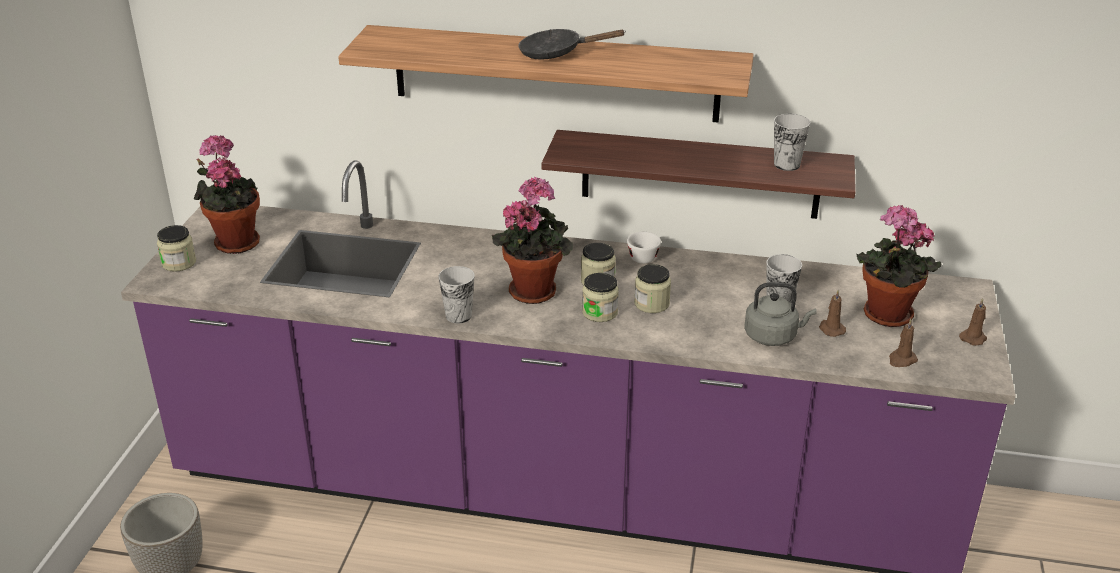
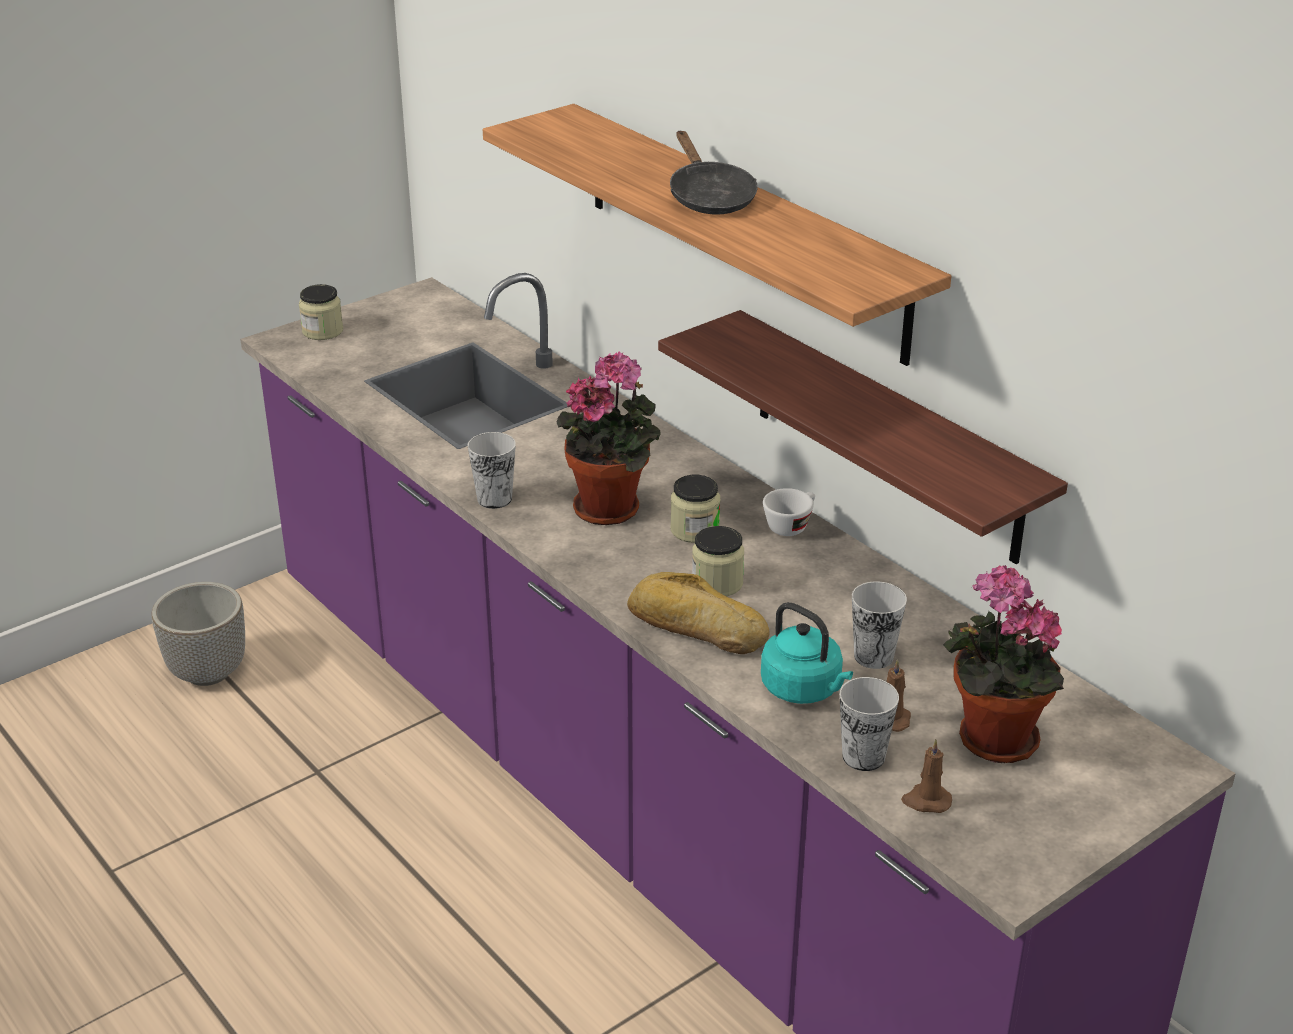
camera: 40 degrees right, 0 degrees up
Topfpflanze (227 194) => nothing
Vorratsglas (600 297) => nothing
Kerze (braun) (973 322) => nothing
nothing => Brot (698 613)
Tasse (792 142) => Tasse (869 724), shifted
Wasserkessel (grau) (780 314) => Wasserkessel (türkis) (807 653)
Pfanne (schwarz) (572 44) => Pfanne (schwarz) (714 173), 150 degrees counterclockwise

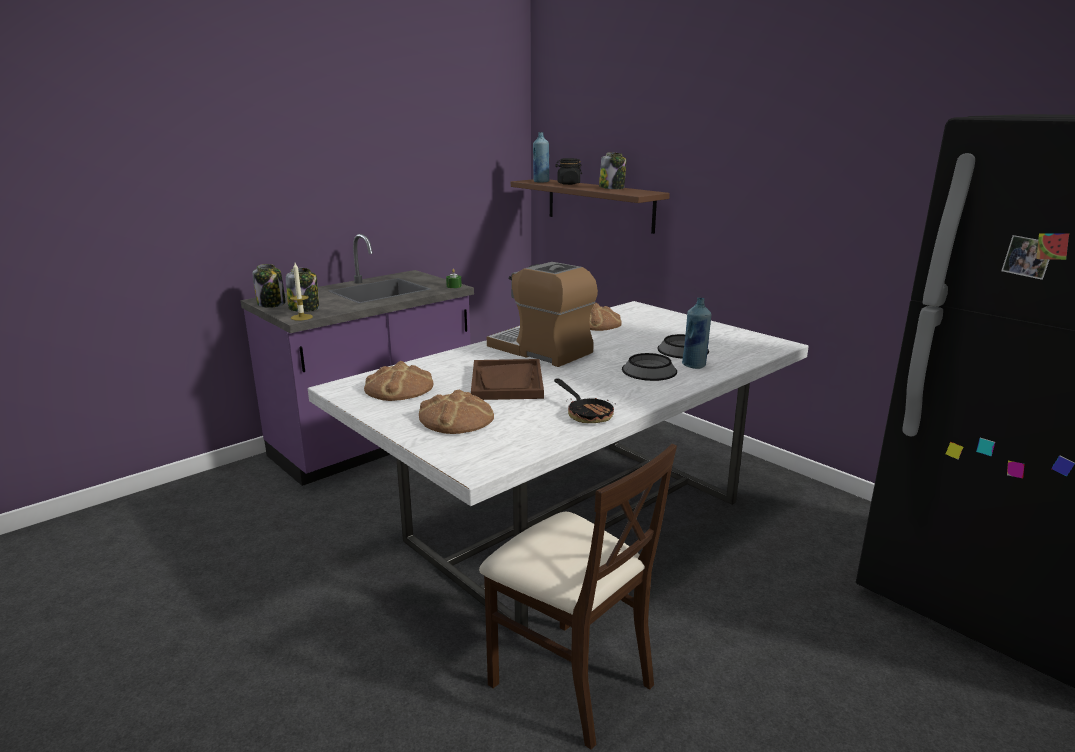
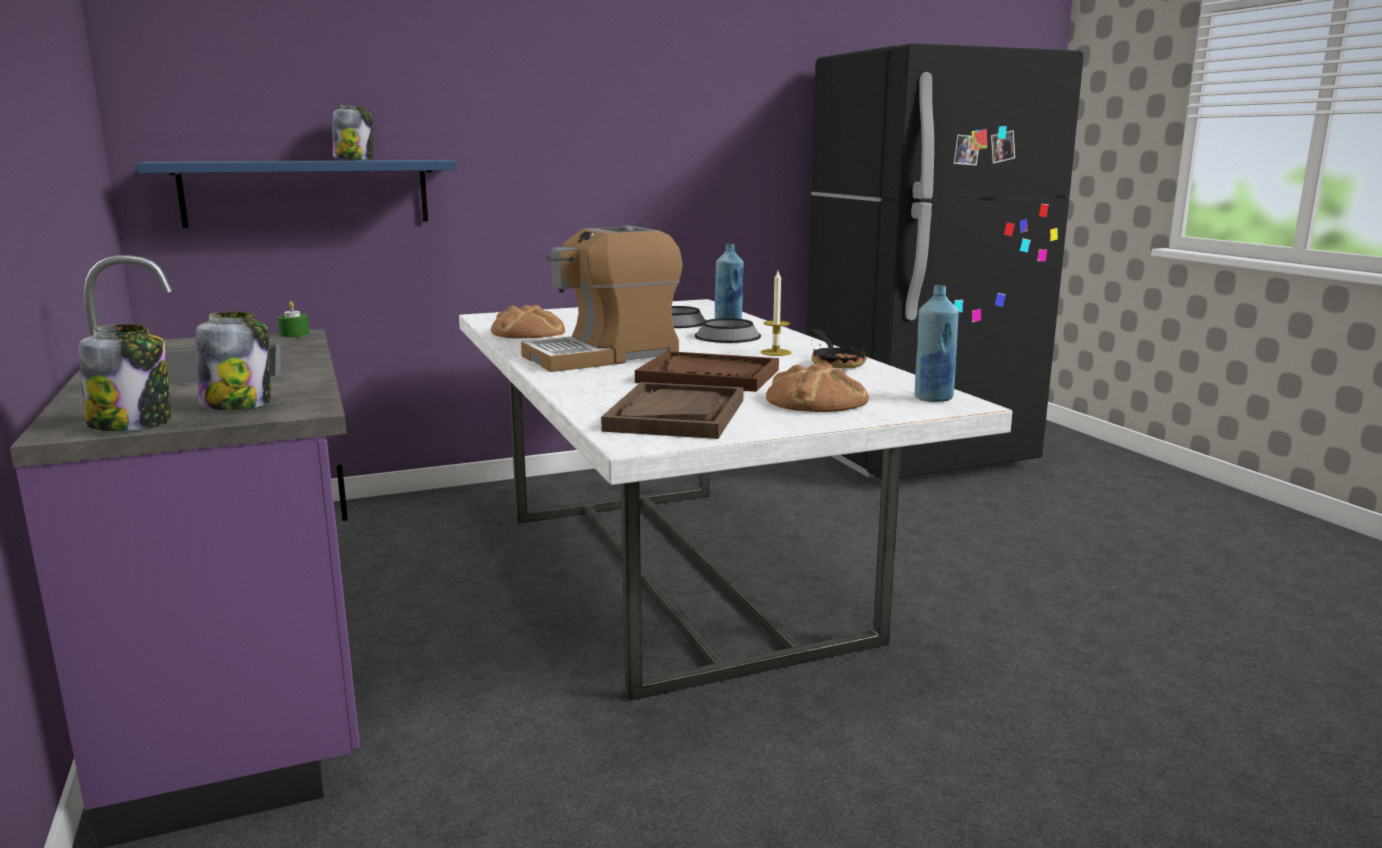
camera: 70 degrees left, 5 degrees down
Stuhl (beige) (578 597) => nothing
Vorratsglas (schwarz) (568 171) => nothing
Kerze (301 292) => Kerze (776 313), shifted
Flasche (blau) (541 157) => Flasche (blau) (937 343), shifted
Brot (398 381) => Tablett (braun) (672 410)
Wandregal (braun) (590 206) => Wandregal (blau) (297 194)
Pfanne (585 401) => Pfanne (840 348), 90 degrees clockwise

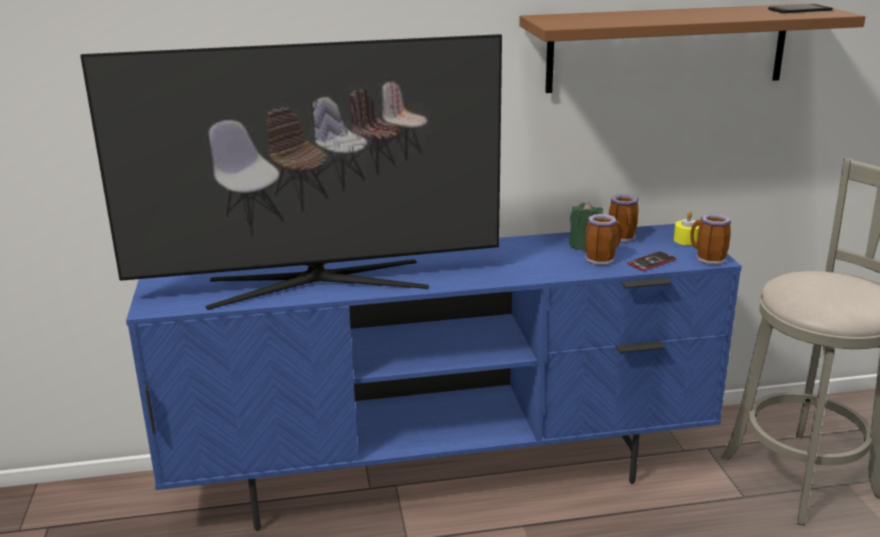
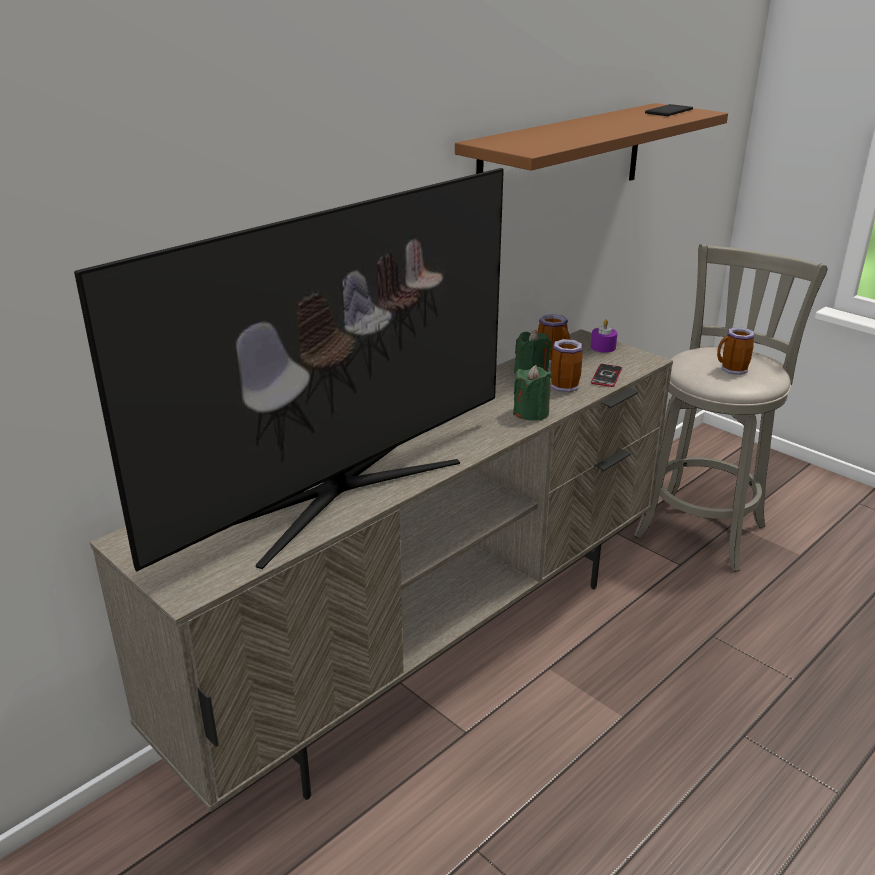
camera: 35 degrees left, 5 degrees up
nothing => Kerze (grün) (532 393)
Henkelbecher (710 239) => Henkelbecher (735 351), shifted
Fernsehschrank (blau) (434 377) => Fernsehschrank (beige) (381 570)
Kerze (gelb) (686 228) => Kerze (lila) (604 336)

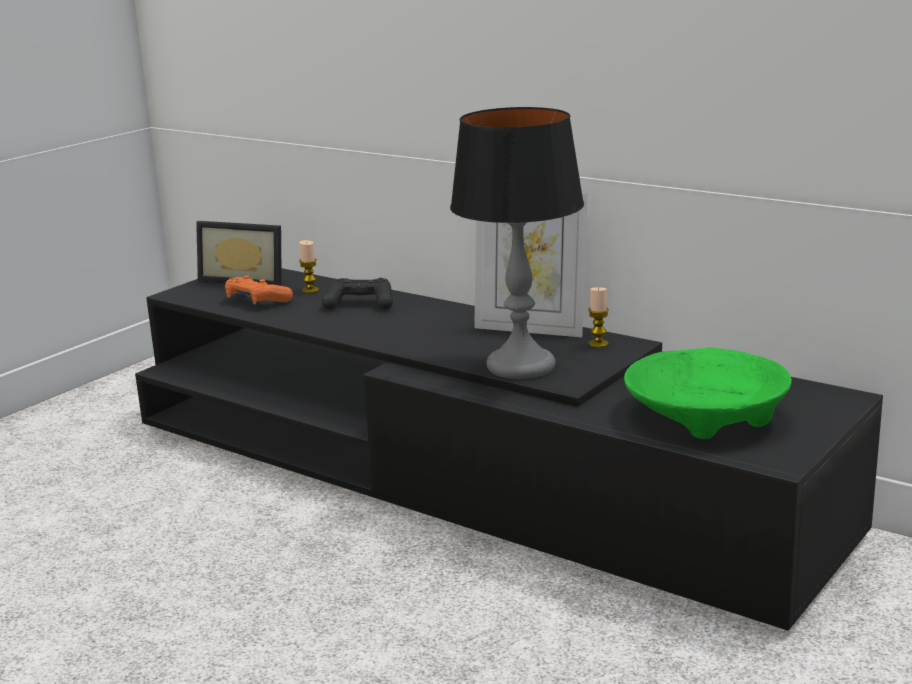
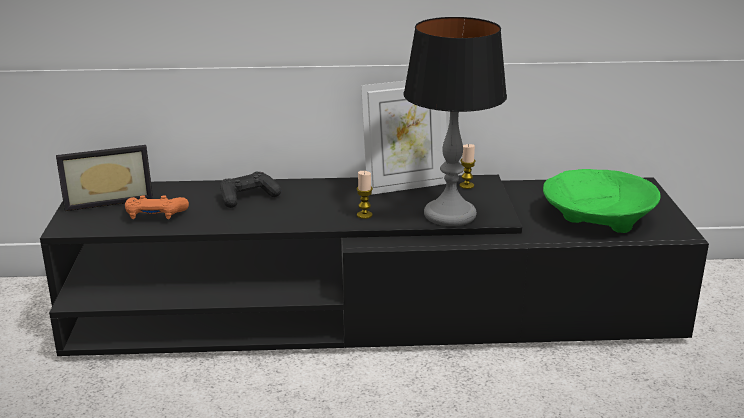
camera: 40 degrees left, 5 degrees up
Kerze (309 266) => Kerze (365 195), shifted

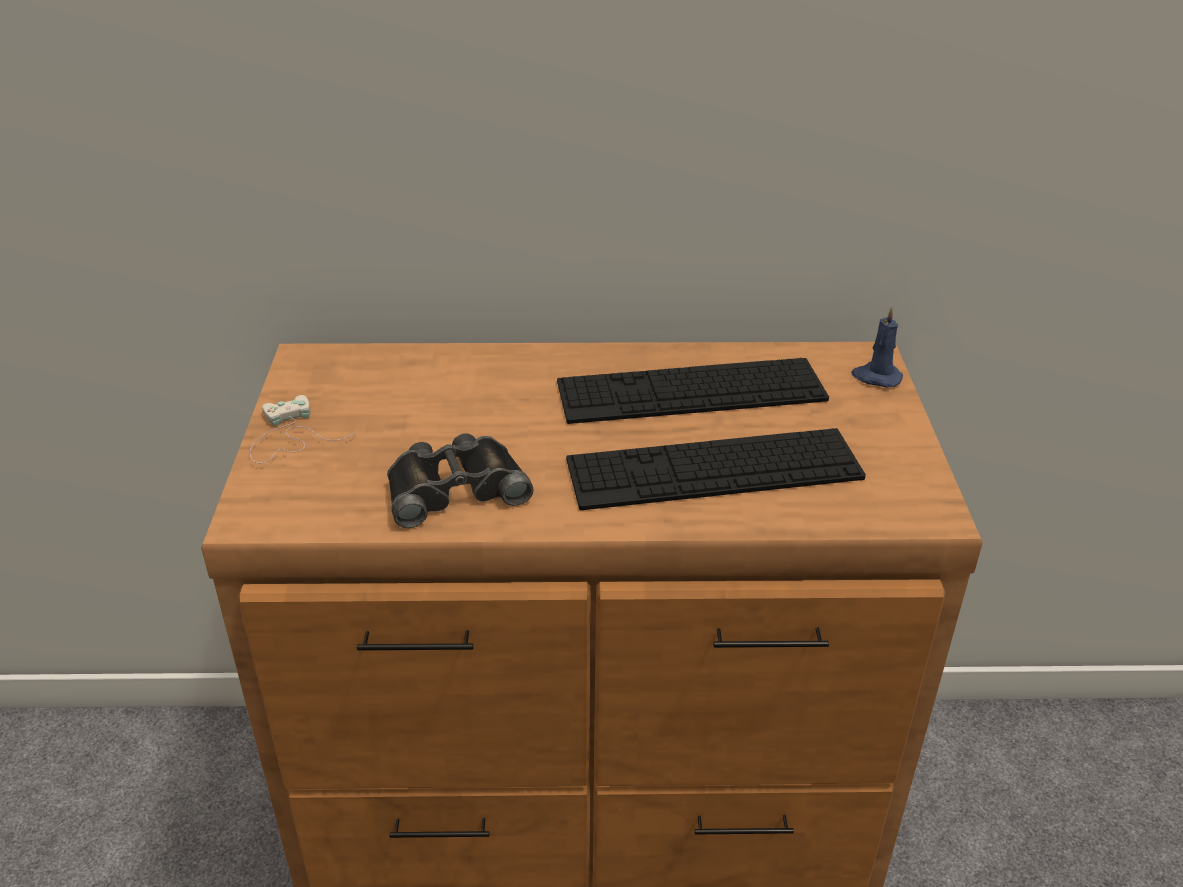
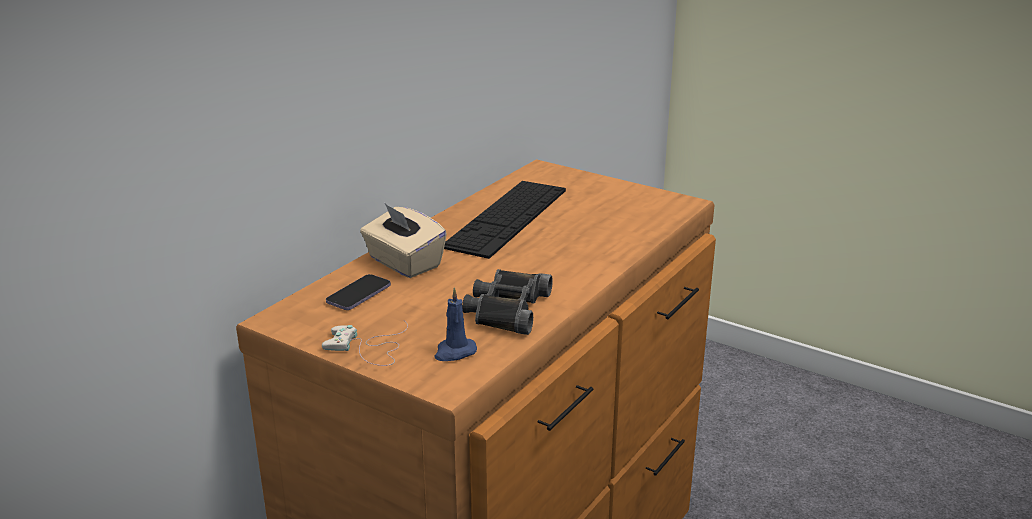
camera: 55 degrees left, 10 degrees down
Tastatur (716 469) => nothing
nothing => Handy (358 292)
nothing => Taschentuchbox (beige) (403 241)
Kerze (blau) (877 347) => Kerze (blau) (455 324), shifted

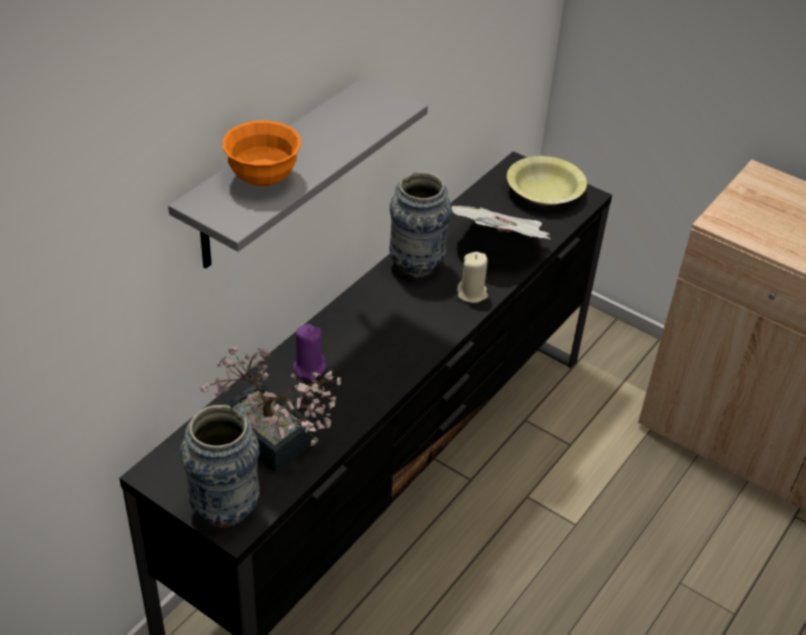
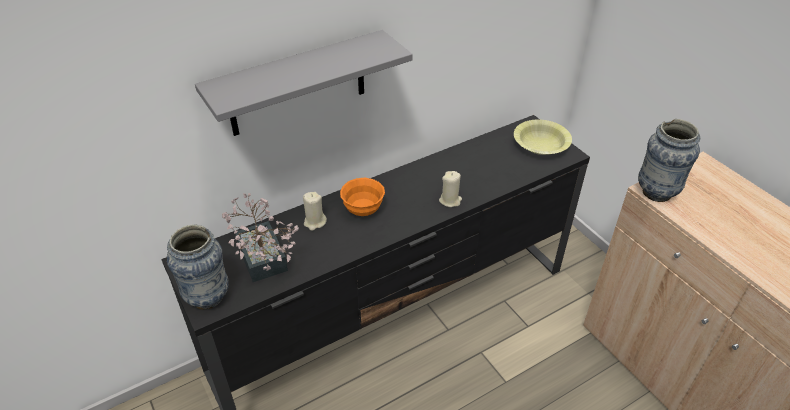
camera: 25 degrees right, 0 degrees up
Zeitung (501 222) => nothing
Schüssel (orange) (262 153) => Schüssel (orange) (362 197), shifted
Vase (420 225) => Vase (669 160), shifted
Kerze (lila) (309 352) => Kerze (beige) (315 211)

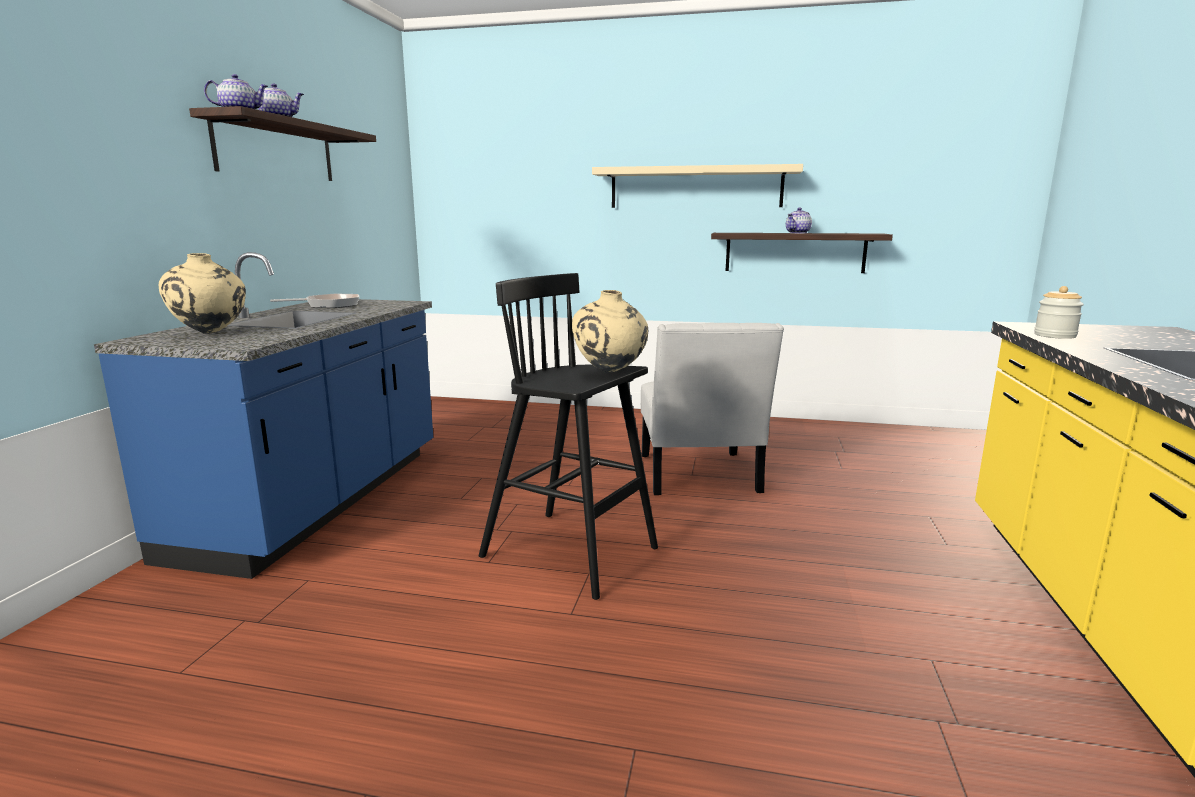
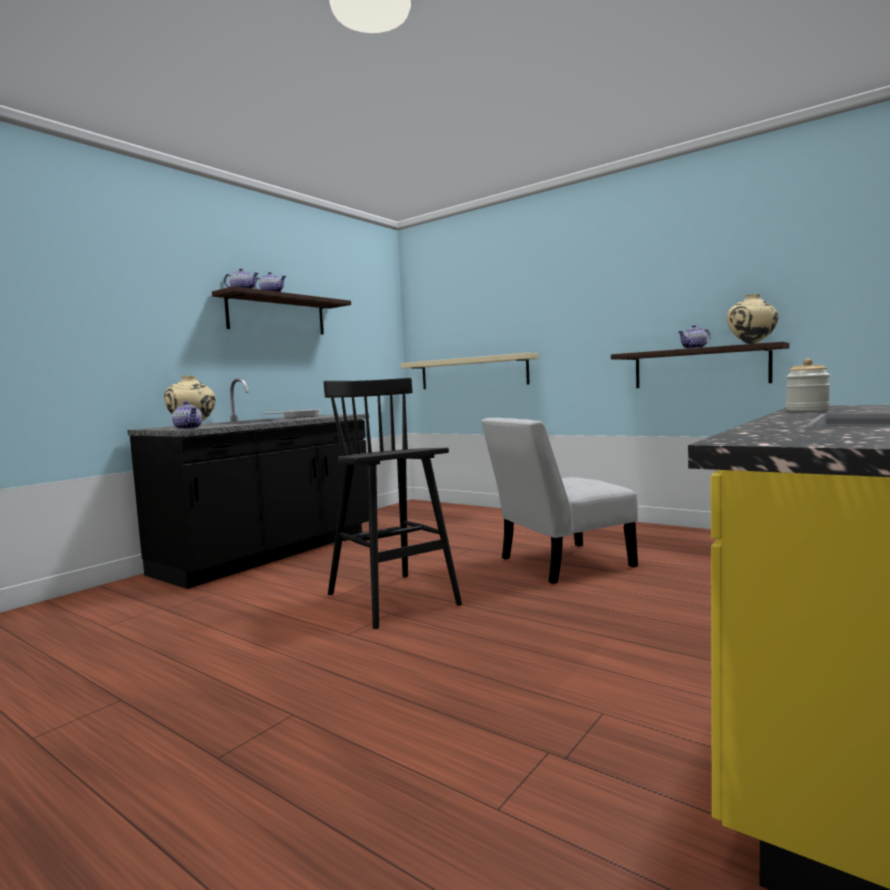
camera: 25 degrees right, 10 degrees down
nothing => Teekanne (187 415)
Vase (beige) (610 331) => Vase (beige) (752 319), shifted
Wandregal (beige) (697 186) => Wandregal (beige) (470 371), shifted
Küchenzeile (blau) (263 415) => Küchenzeile (schwarz) (248 483)
Stuhl (weiß) (712 409) => Stuhl (weiß) (559 501), 45 degrees clockwise

